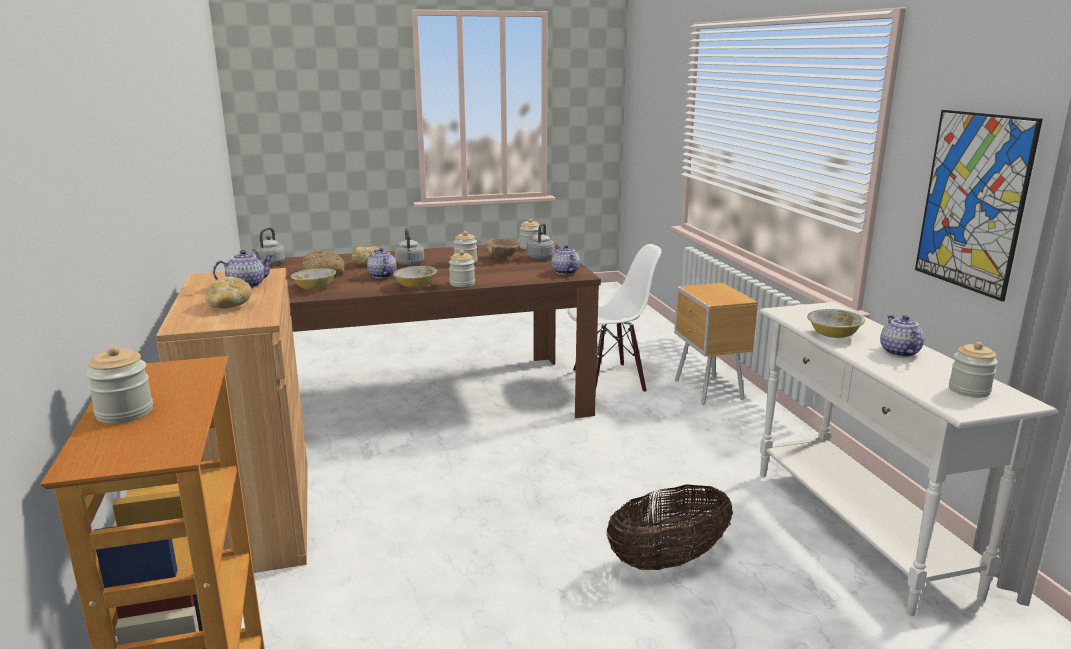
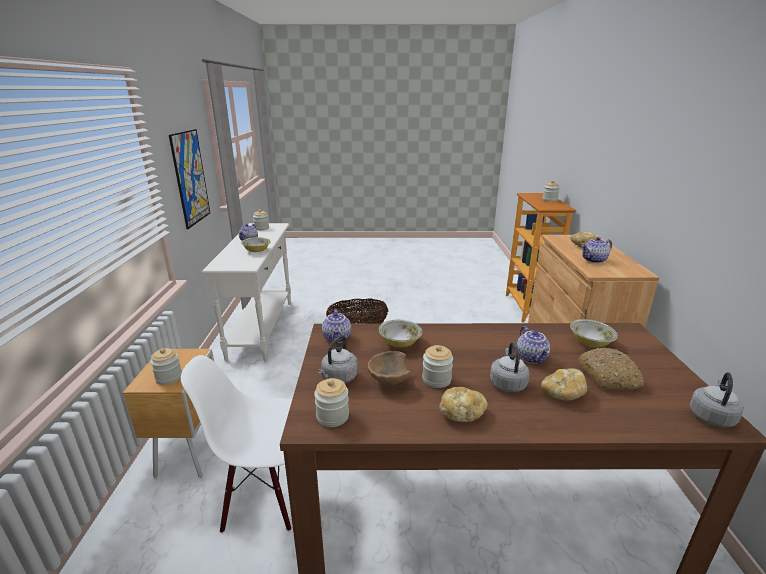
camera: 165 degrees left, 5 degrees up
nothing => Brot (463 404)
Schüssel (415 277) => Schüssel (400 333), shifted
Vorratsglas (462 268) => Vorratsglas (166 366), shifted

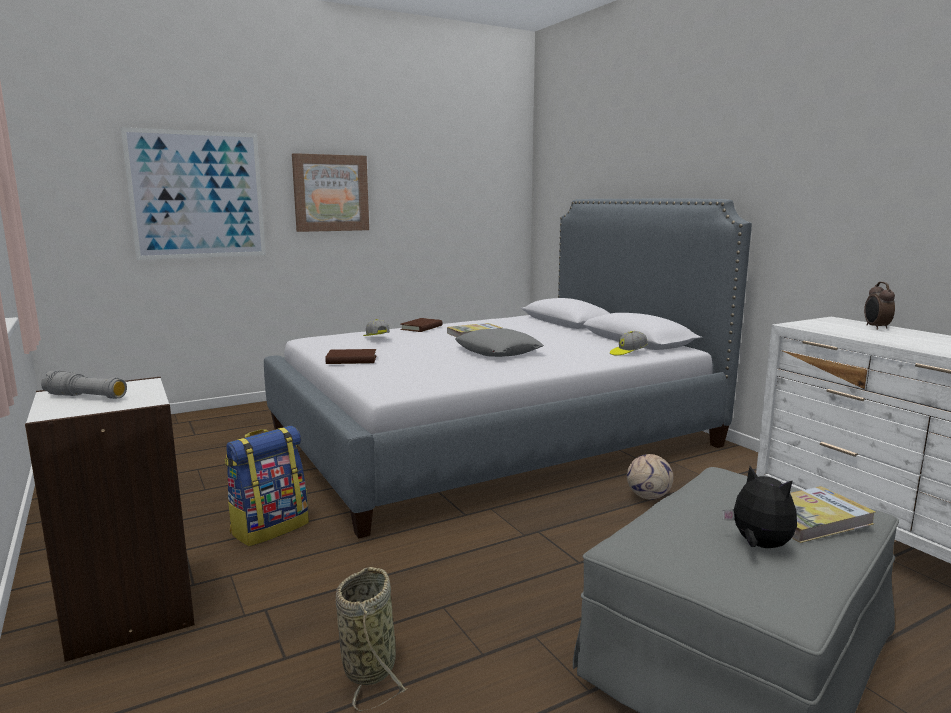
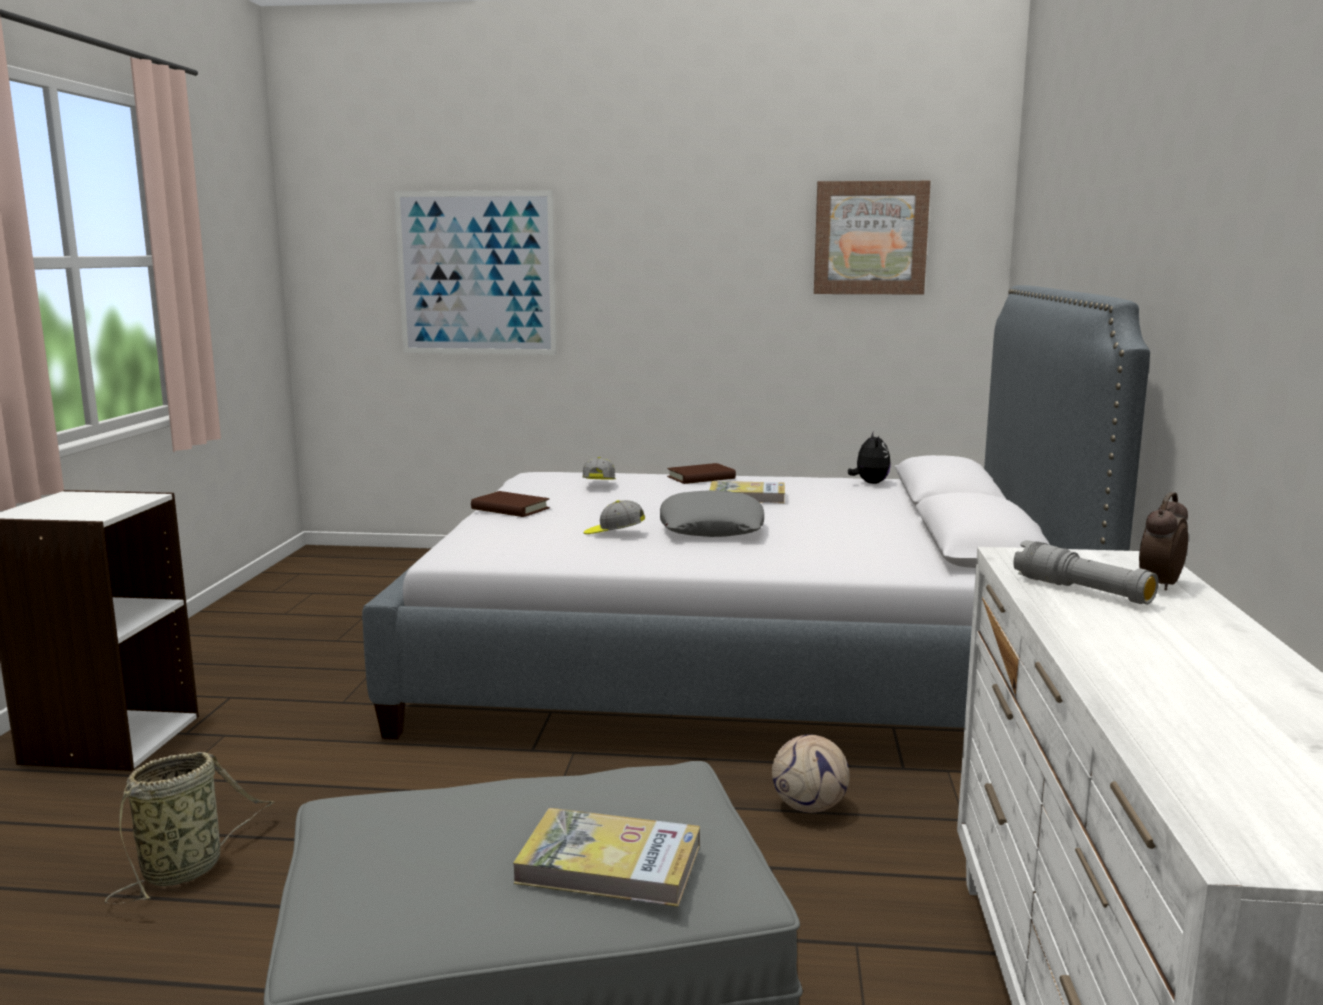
camera: 35 degrees right, 0 degrees up
Rucksack (267 486) => nothing
Taschenlampe (grau) (84 385) => Taschenlampe (grau) (1086 572), shifted
Bild (330 192) => Bild (872 238), shifted
Kappe (629 343) => Kappe (614 517), shifted
Plüschtier (759 507) => Plüschtier (869 458), shifted

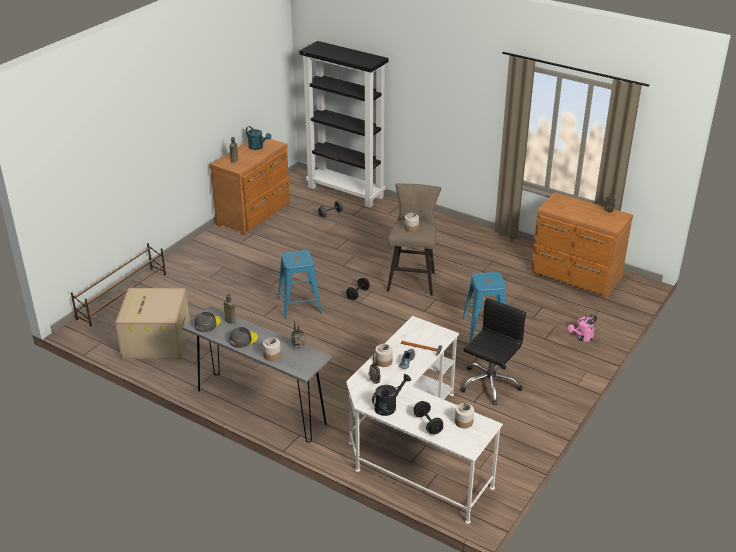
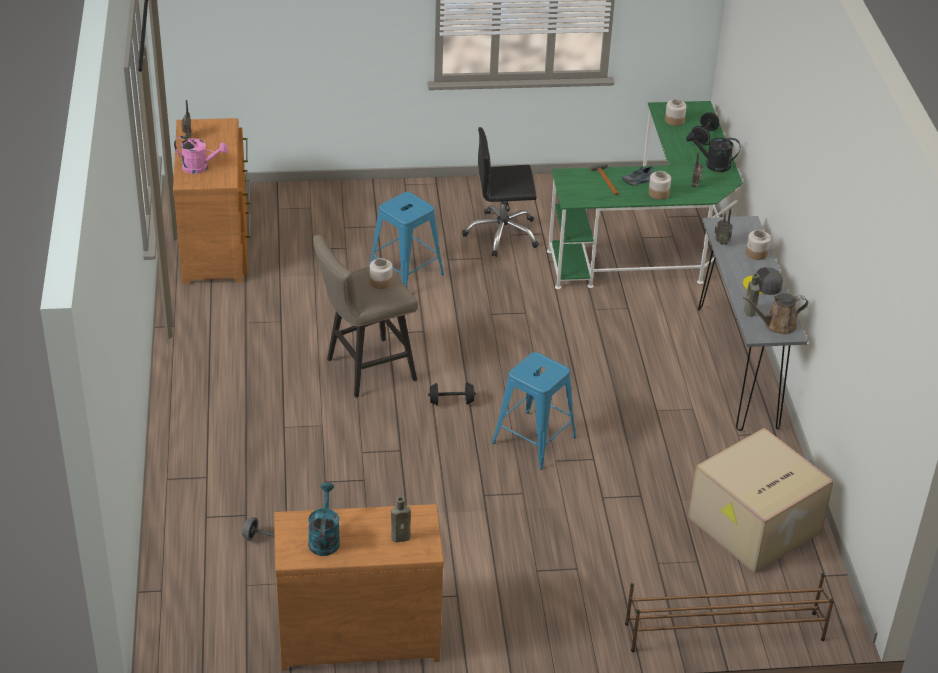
camera: 130 degrees left, 5 degrees up
Bücherregal (schwarz) (343 124) => nothing
Gießkanne (rosa) (582 328) => Gießkanne (rosa) (201 155), shifted
Kappe (grau) (207 322) => Gießkanne (braun) (775 314)
Schreibtisch (weiß) (424 420) => Schreibtisch (grün) (645 195)

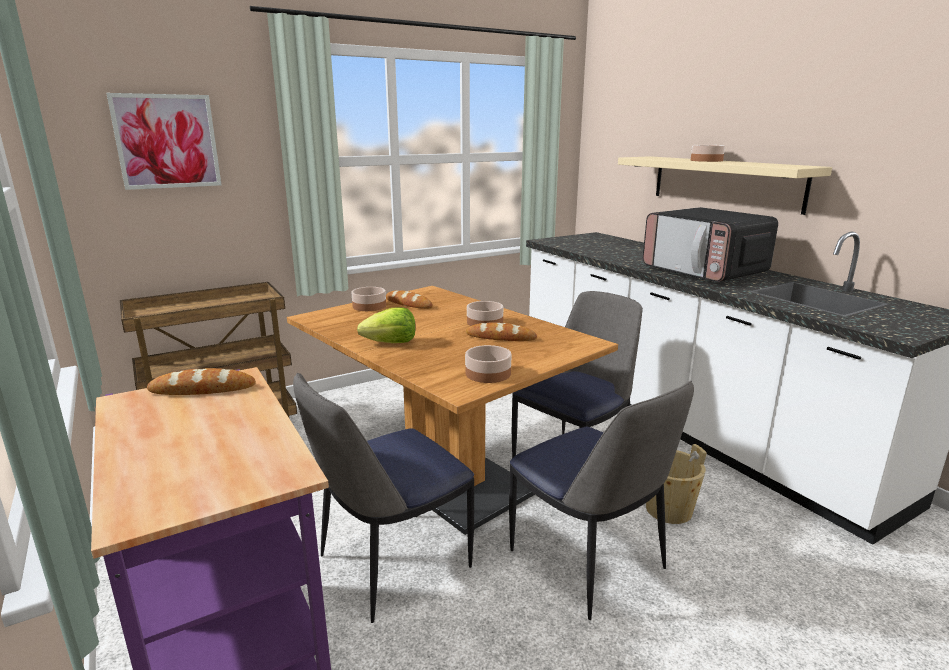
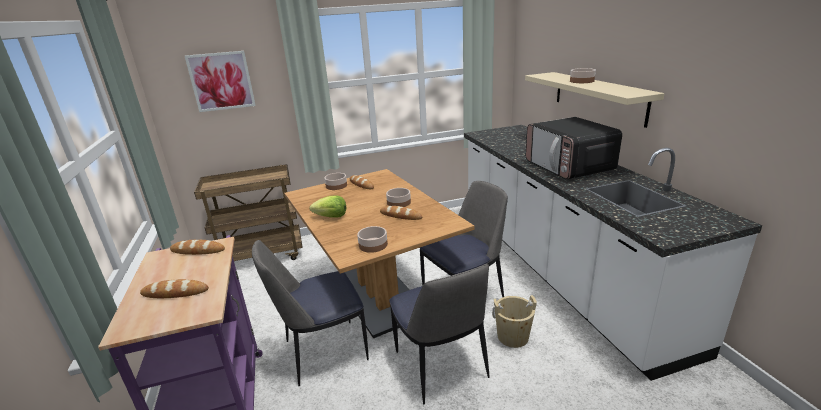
camera: 15 degrees right, 5 degrees up
nothing => Brot (174 288)

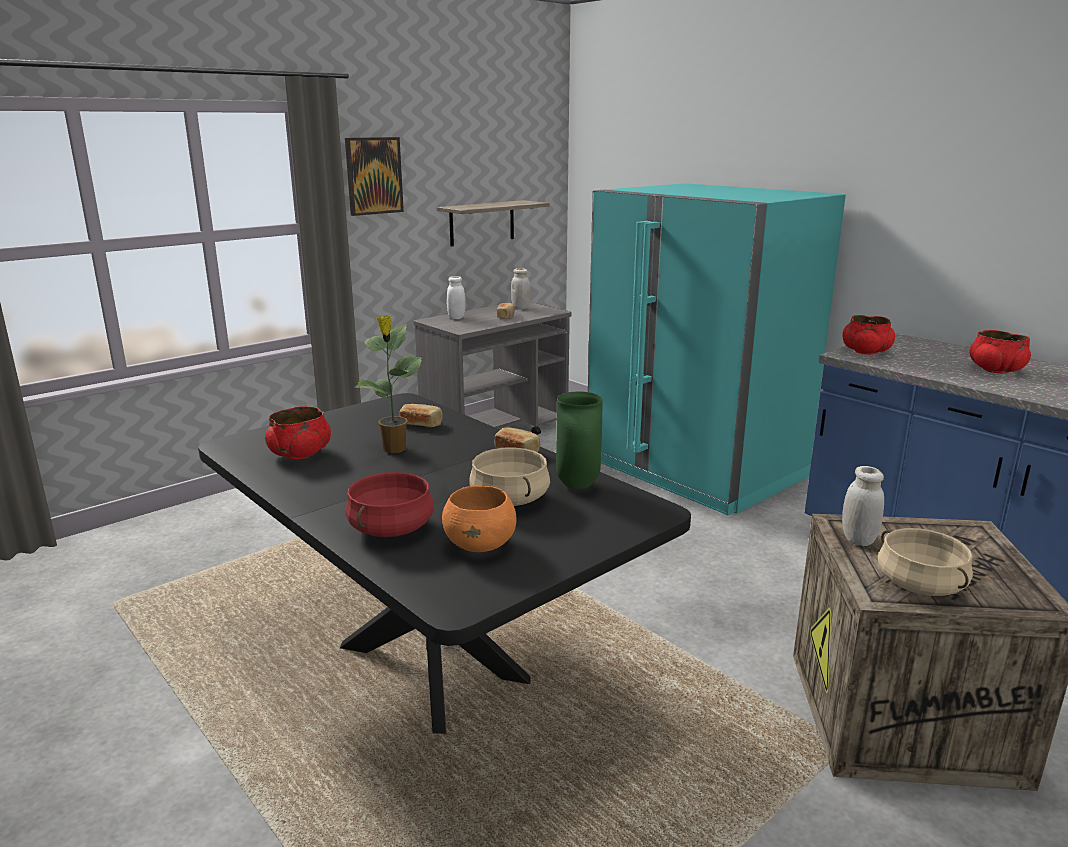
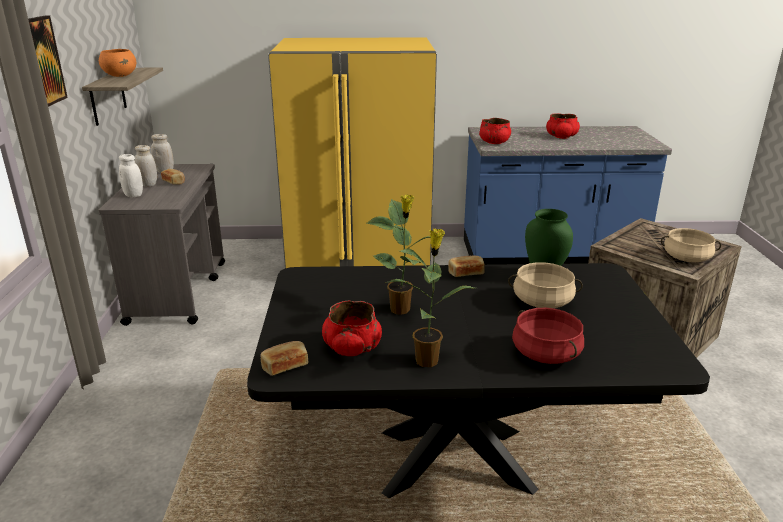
camera: 50 degrees left, 5 degrees up
nothing => Topfpflanze (430 297)
Brot (421 415) => Brot (284 358), shifted
Schüssel (orange) (479 519) => Schüssel (orange) (117 63), shifted
Vorratsglas (weiß) (863 506) => Vorratsglas (weiß) (145 166), shifted
Kühlschrank (türkis) (717 349) => Kühlschrank (gelb) (352 152)

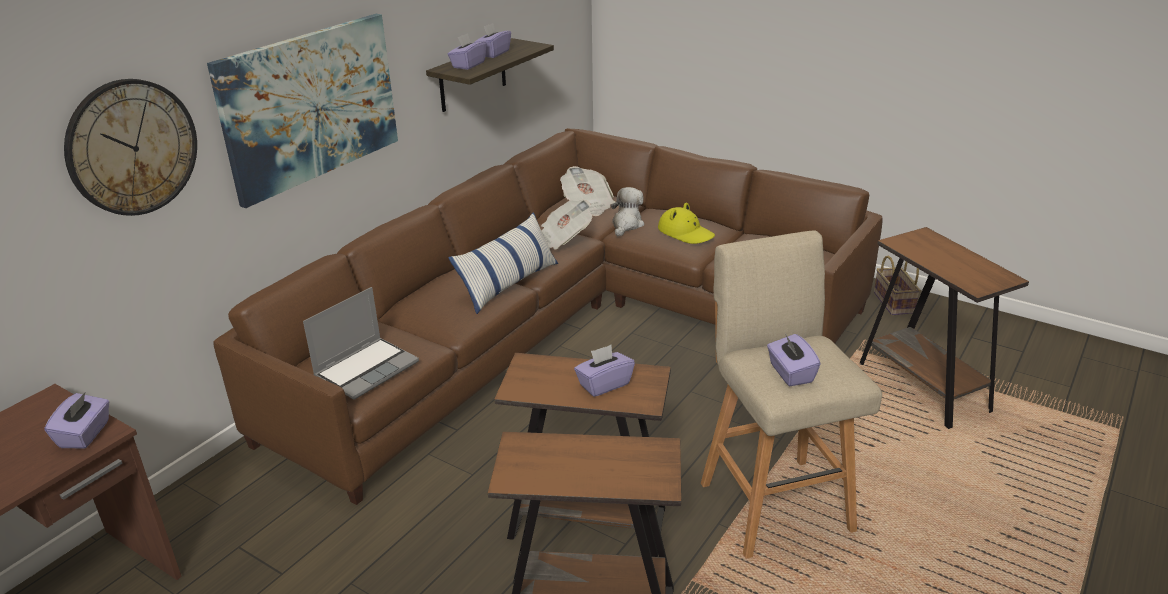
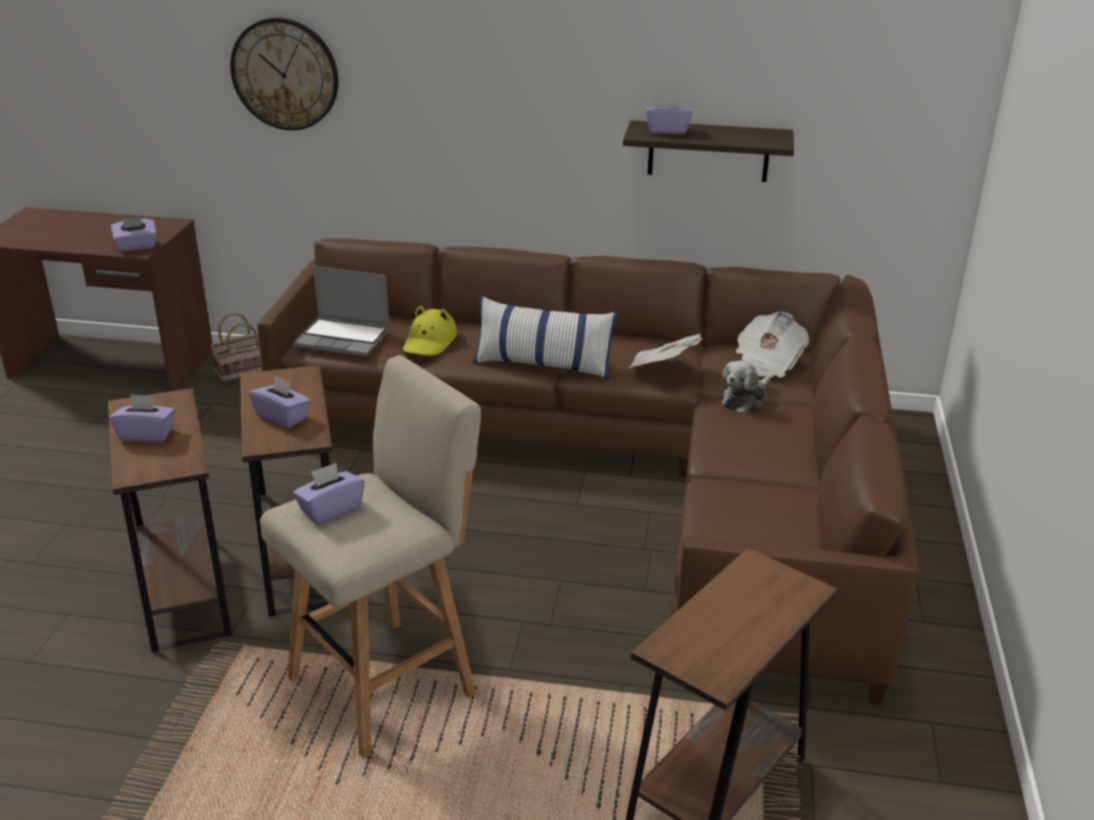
camera: 65 degrees right, 0 degrees up
Bild (302 111) => nothing
Taschentuchbox (lila) (492 40) => Taschentuchbox (lila) (142 418), shifted
Hut (gelb) (686 223) => Hut (gelb) (430 330), shifted
Korb (897 285) => Korb (236 348), shifted
Plüschtier (627 211) => Plüschtier (746 387), 135 degrees clockwise

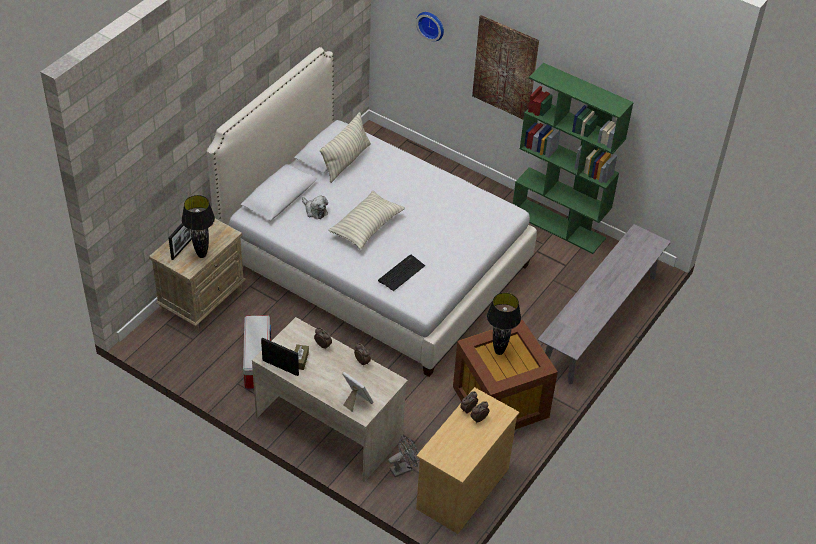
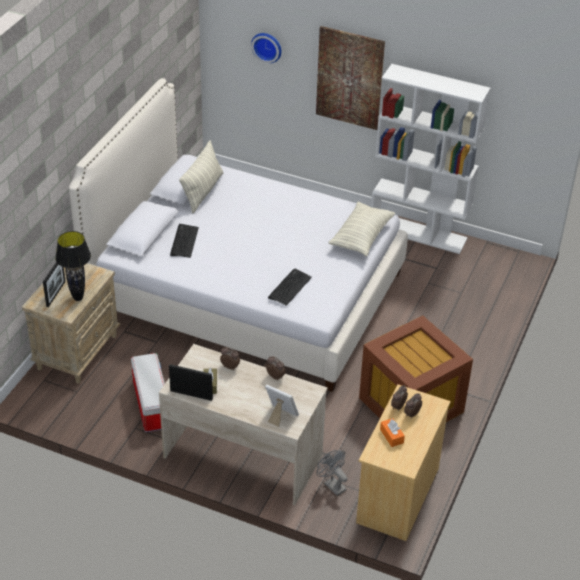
camera: 10 degrees left, 5 degrees down
Tischlampe (schwarz) (504 324) => nothing
Bank (grau) (604 304) => nothing
nothing => Taschentuchbox (orange) (392 432)
Kissen (366 220) => Kissen (361 228), shifted
Plüschtier (315 207) => Tastatur (184 241)
Bücherregal (grün) (573 158) => Bücherregal (weiß) (431 159)
Ventilator (grau) (404 456) => Ventilator (grau) (332 473), 90 degrees counterclockwise

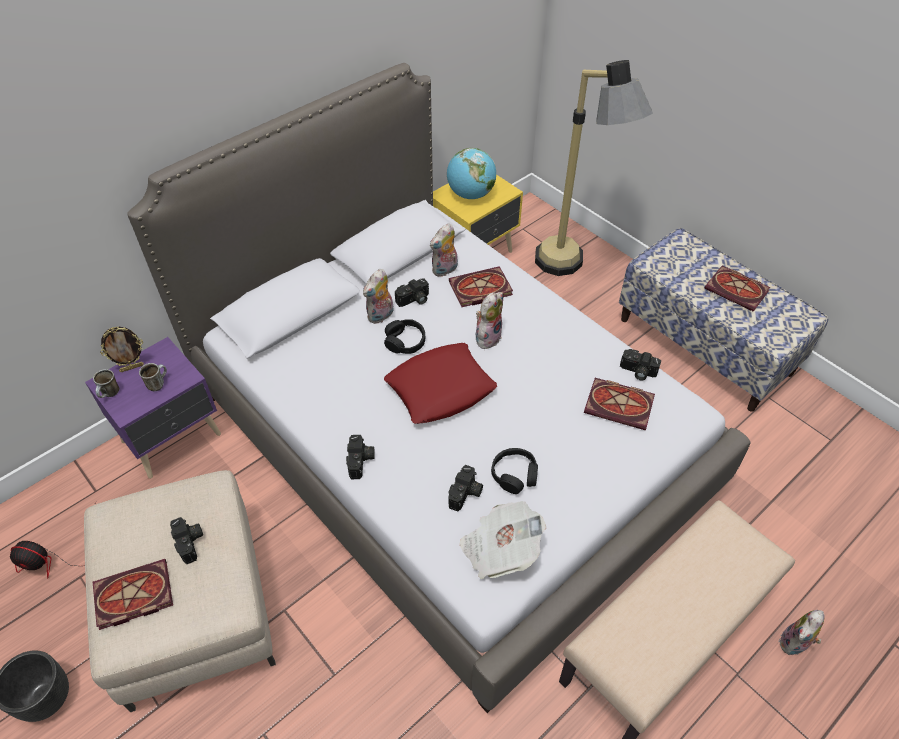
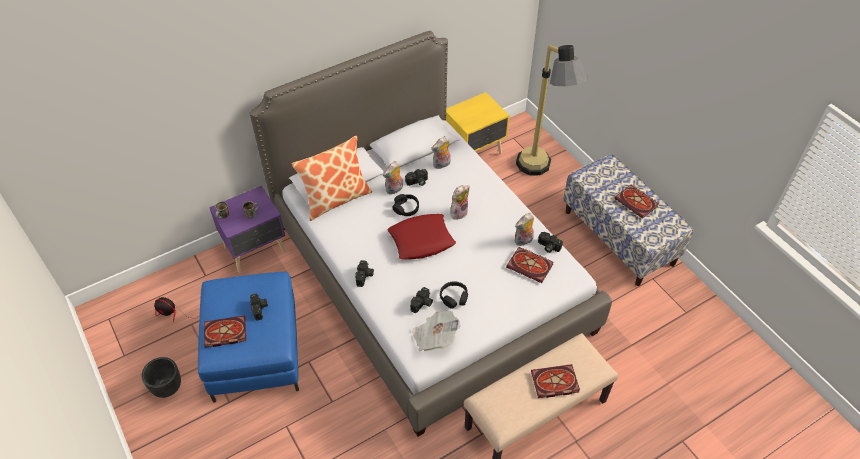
camera: 10 degrees right, 0 degrees up
Bilderrahmen (122 349) => nothing
Globus (471 173) => nothing
nothing => Kissen (331 178)
Buch (481 286) => Buch (555 381), shifted
Plüschtier (801 632) => Plüschtier (524 229), shifted
Polsterhocker (beige) (180 591) => Polsterhocker (blau) (248 337)

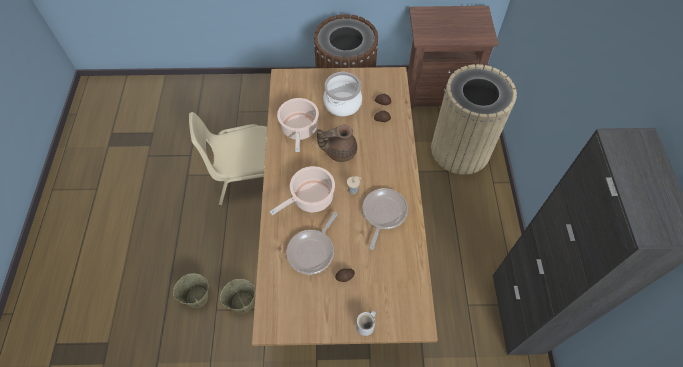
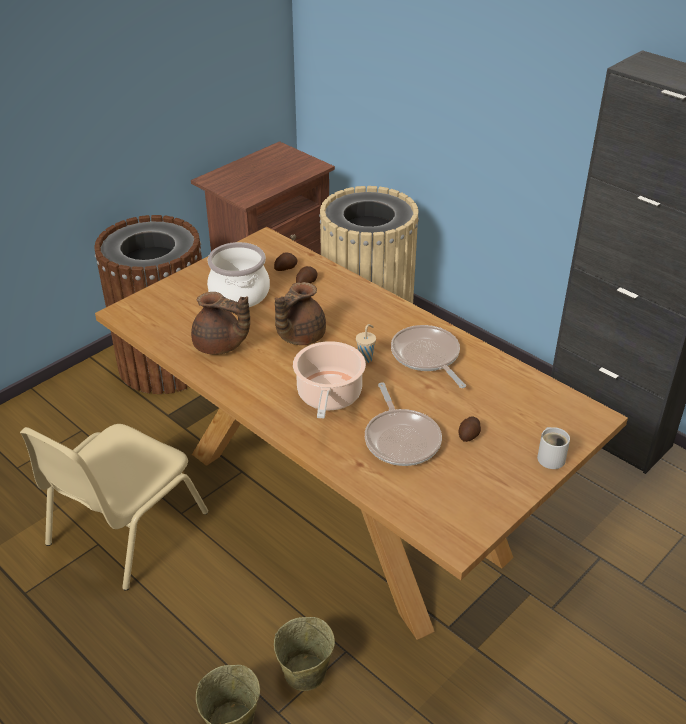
camera: 45 degrees left, 20 degrees down
Kochtopf (298 125) => Teekanne (braun) (220 323)

